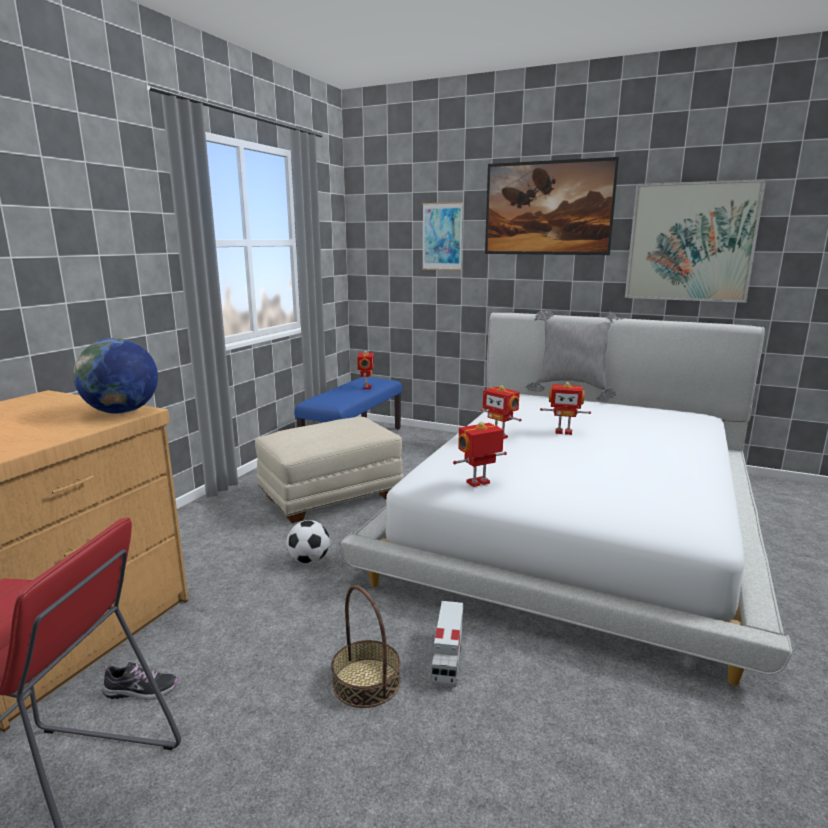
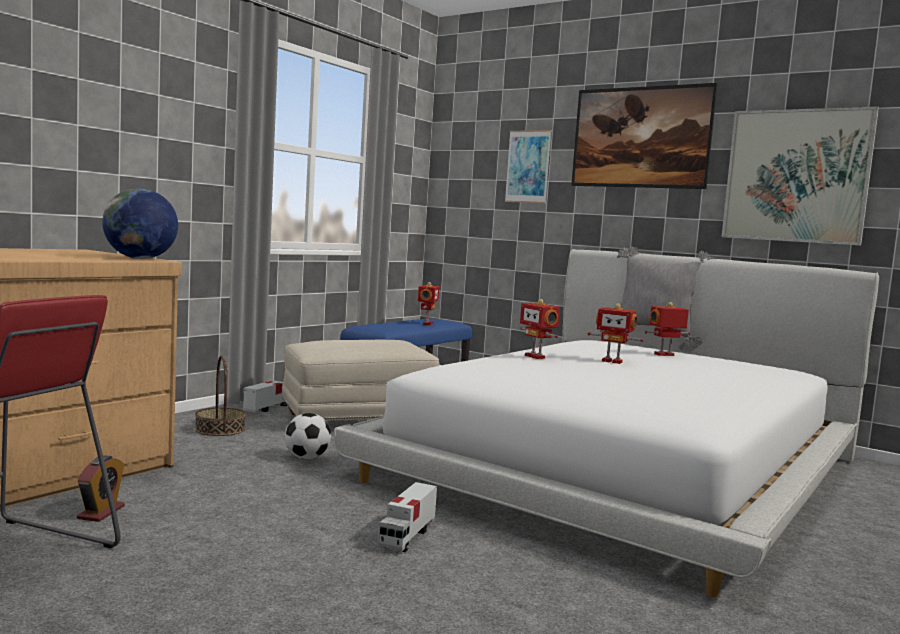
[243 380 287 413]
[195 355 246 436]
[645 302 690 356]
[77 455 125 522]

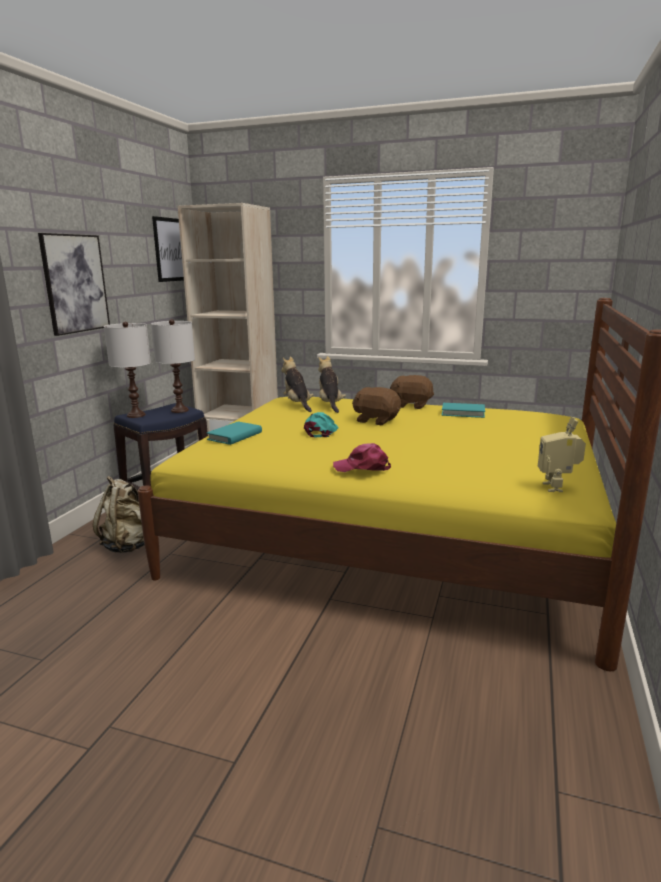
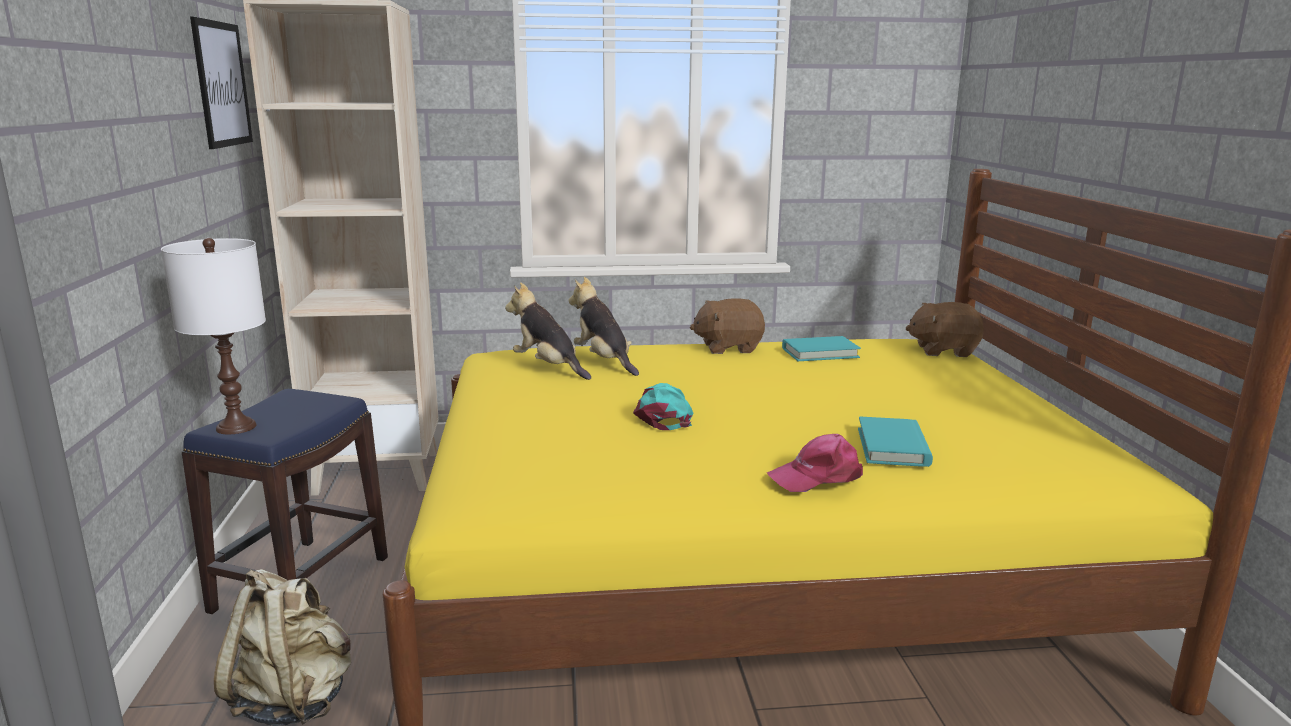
[38 233 110 336] (first image)
[151 319 195 413] (first image)
[538 417 586 492] (first image)
[858 417 933 467]
[905 302 984 357]

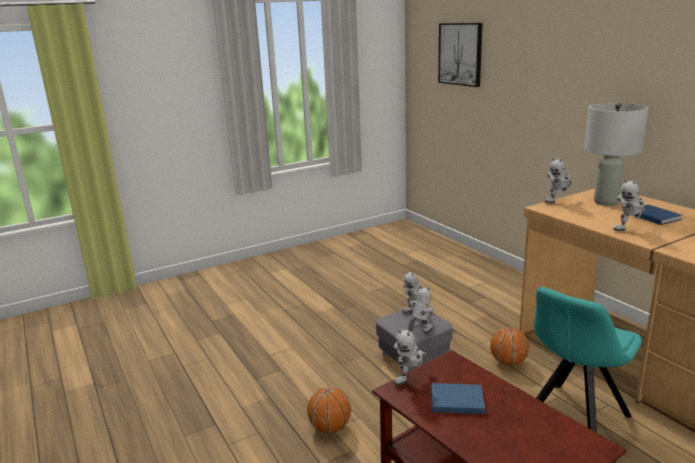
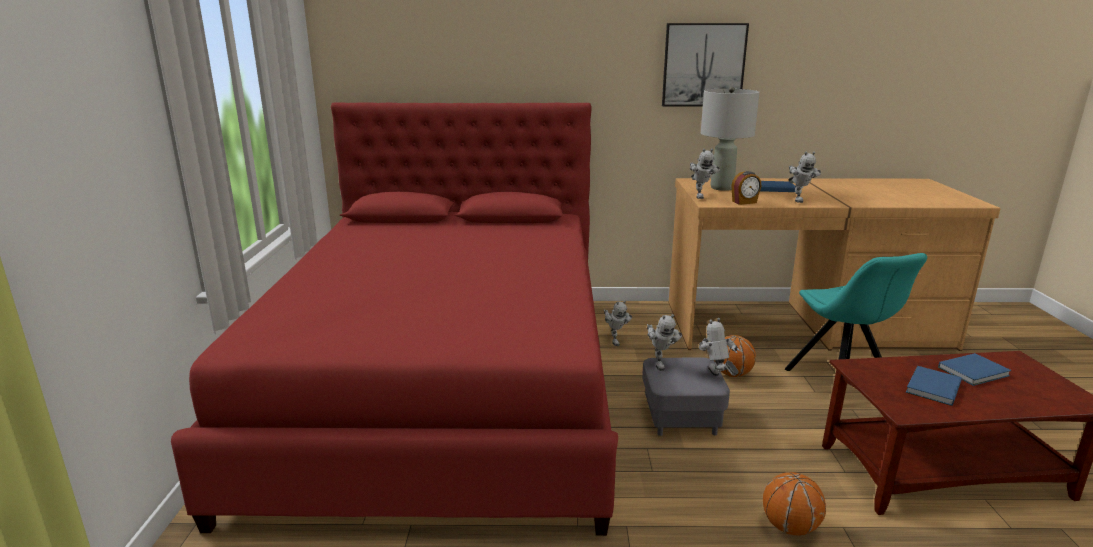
[171 102 618 536]
[731 171 761 205]
[938 353 1011 386]
[604 300 632 346]
[662 23 749 106]

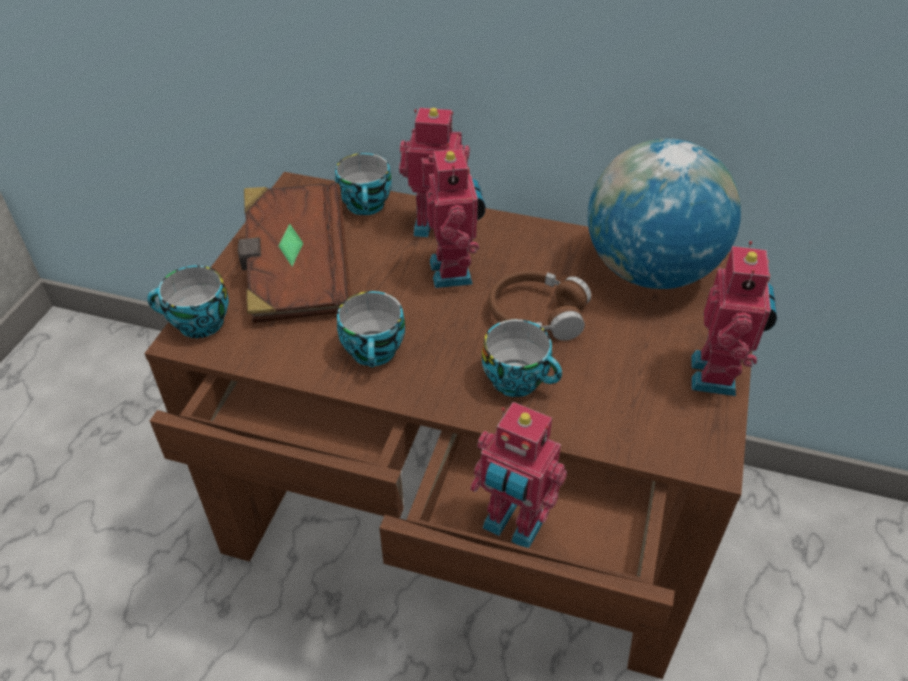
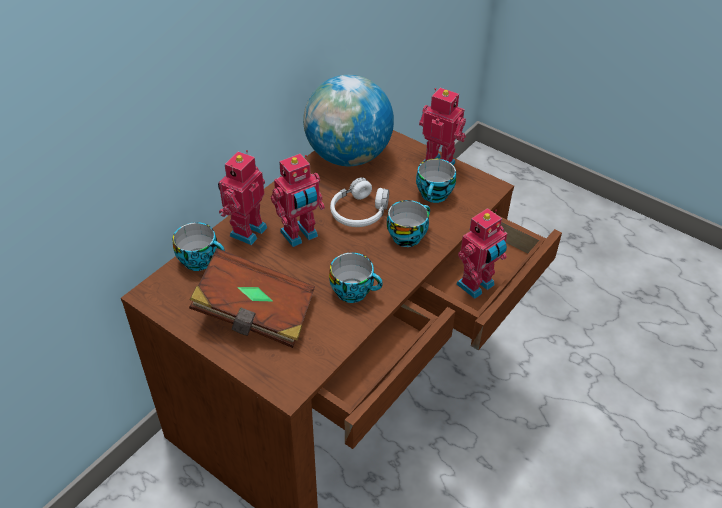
[416 159 456 203]
[330 177 389 227]
[271 154 325 247]

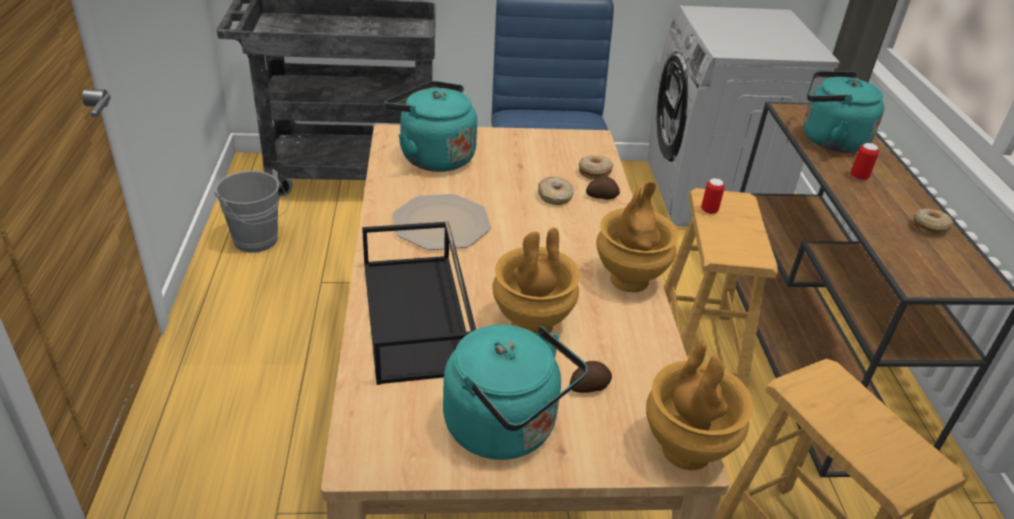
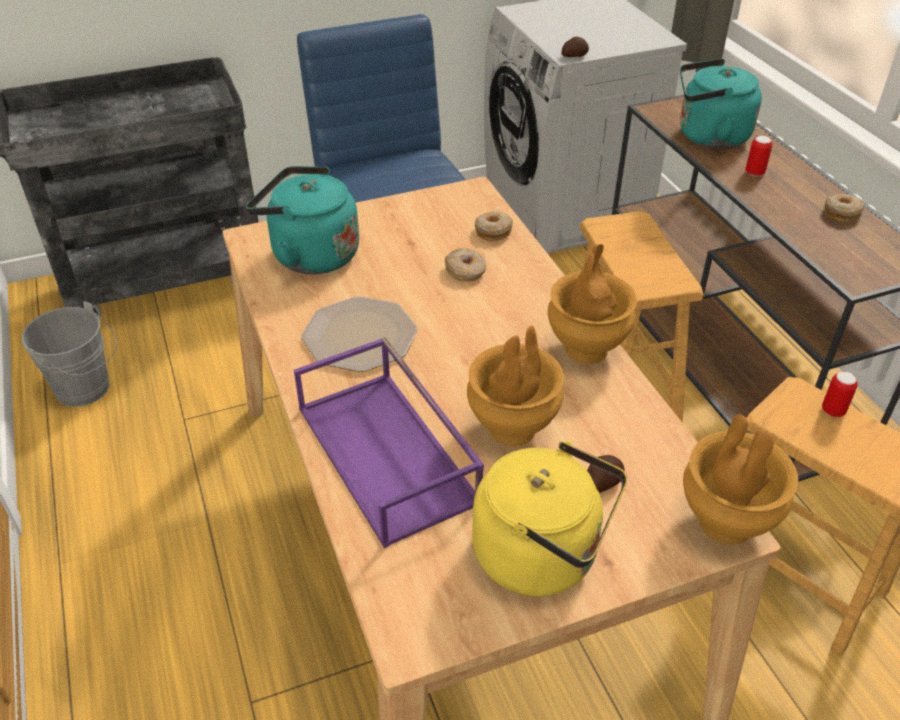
[561 37 589 57]
[822 371 858 417]
[294 337 484 548]
[472 441 627 596]

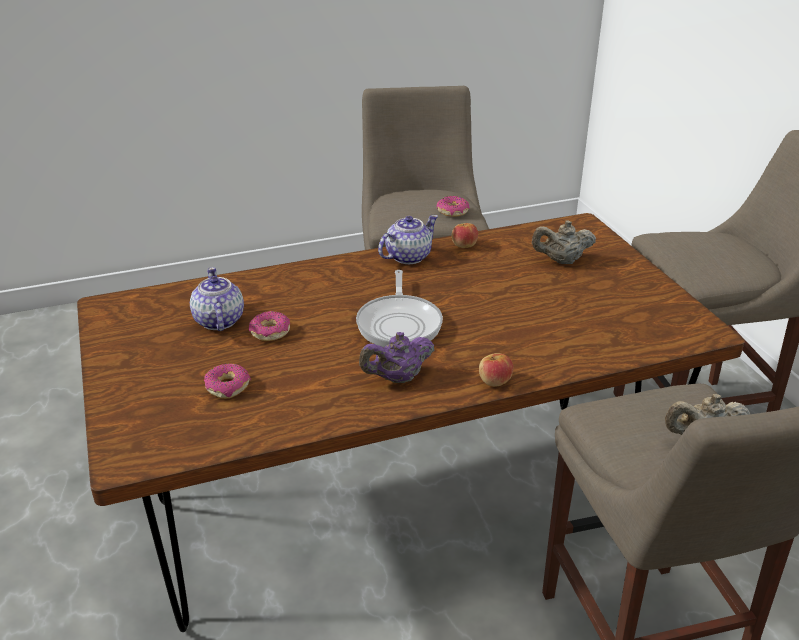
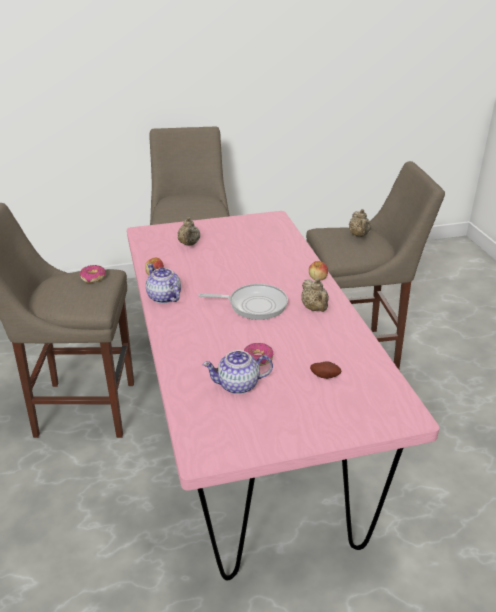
[310 361 341 379]
[127 211 440 580]
[301 278 329 312]

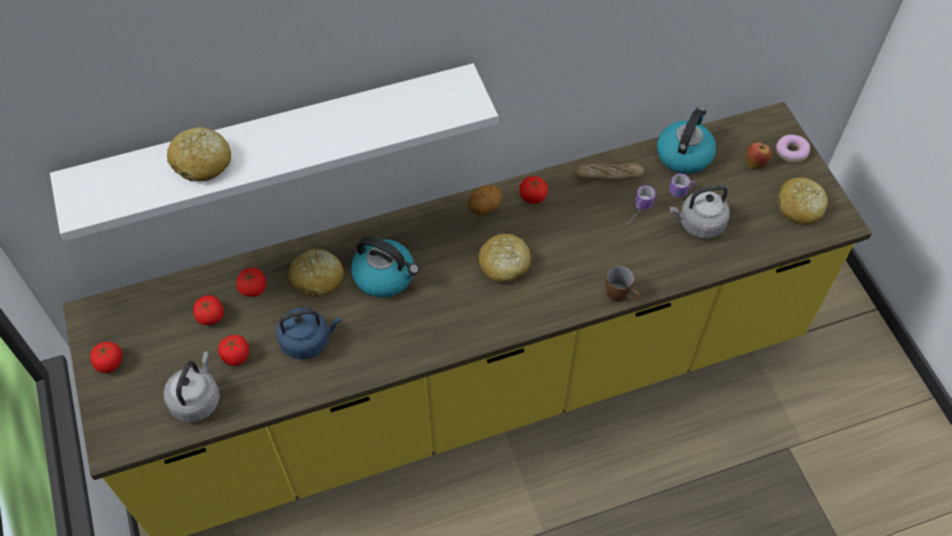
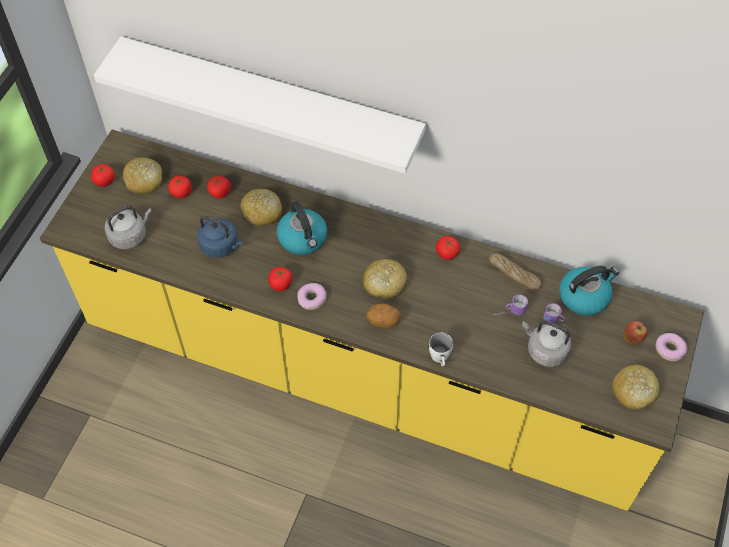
[297 283 326 310]
[123 157 162 194]
[268 267 292 291]
[366 303 401 328]
[429 333 453 366]

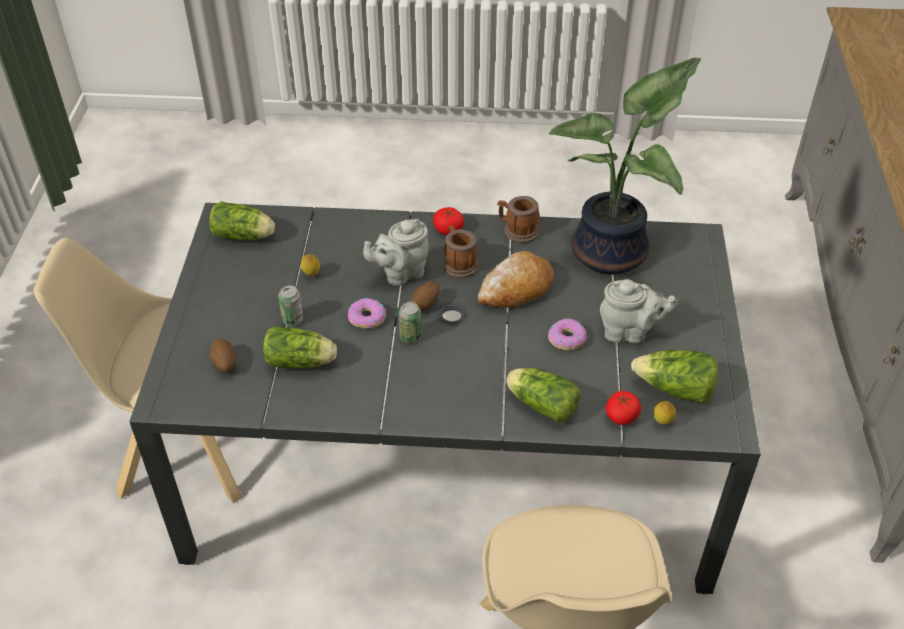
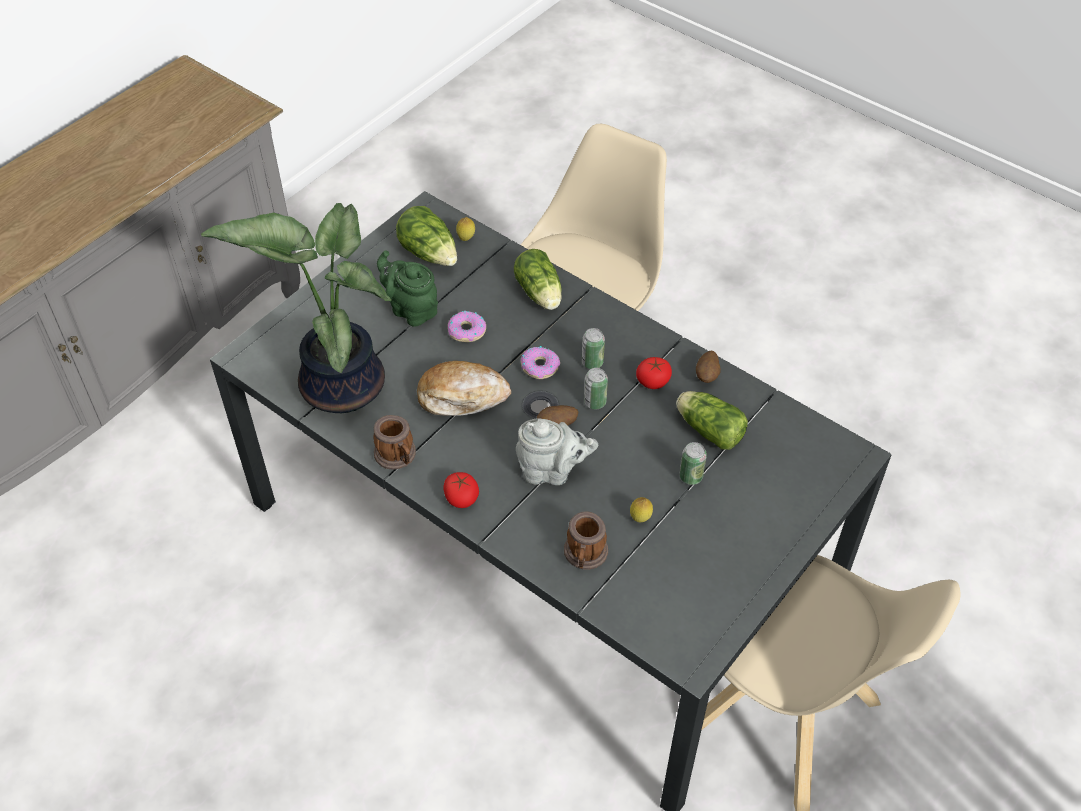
[209 201 275 240] (first image)
[582 328 605 369]
[696 351 721 383]
[521 346 560 379]
[564 511 608 569]
[636 357 672 389]
[377 250 438 326]

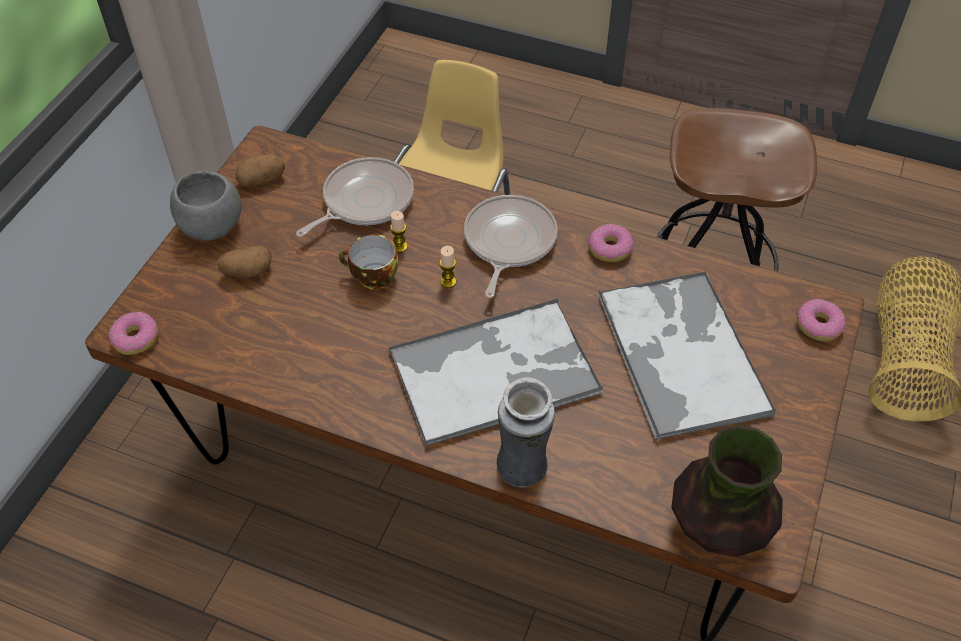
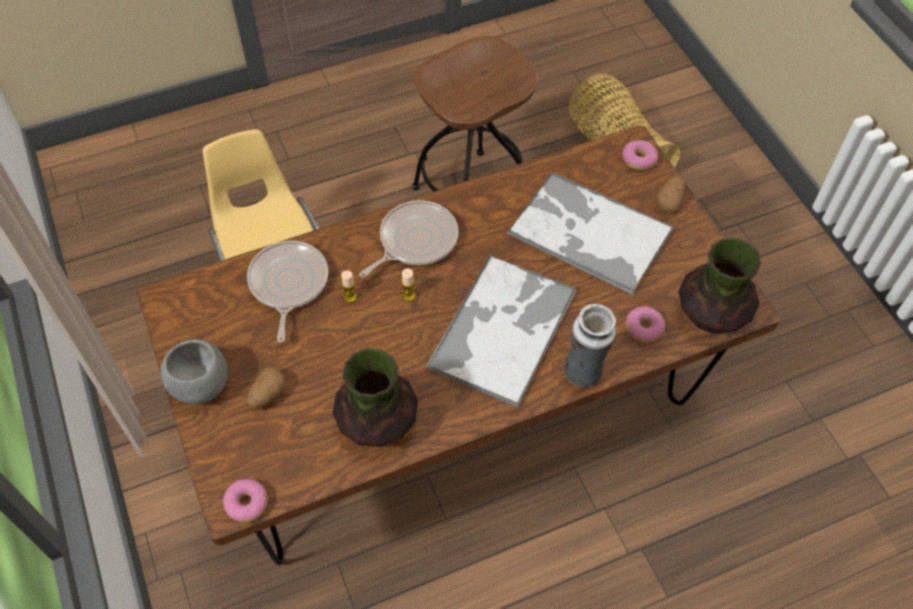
[339 234 398 290] (first image)
[333 348 418 447]
[656 176 686 214]
[626 306 665 343]
[359 200 459 278]

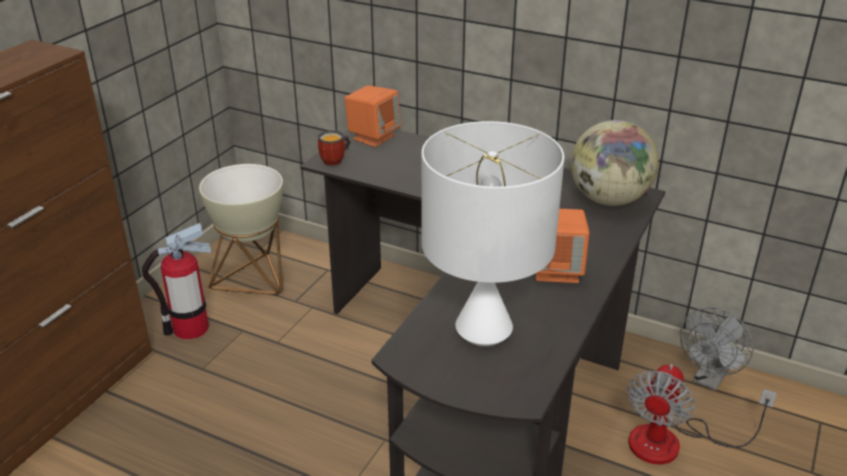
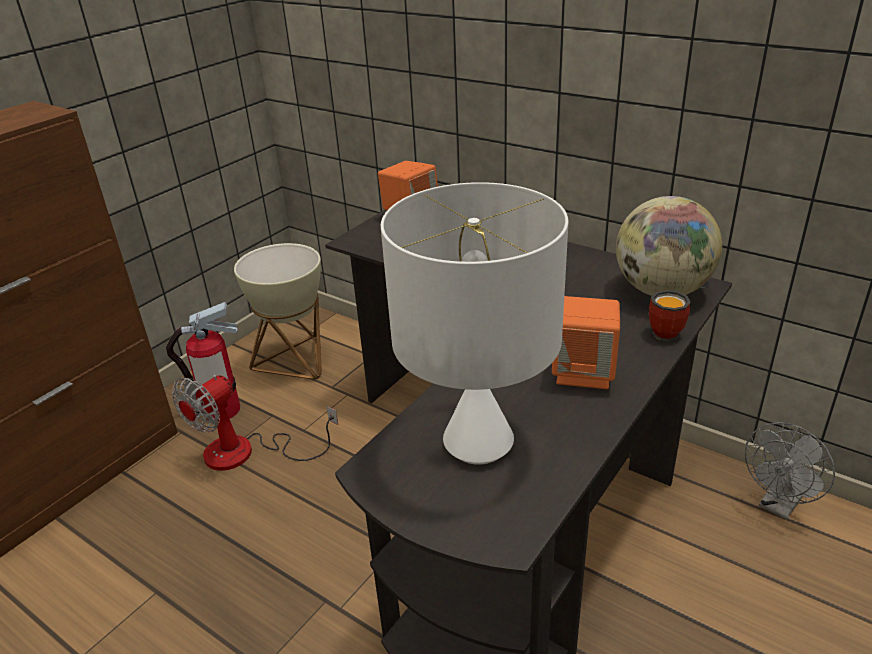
[649 290 691 342]
[172 375 338 471]

